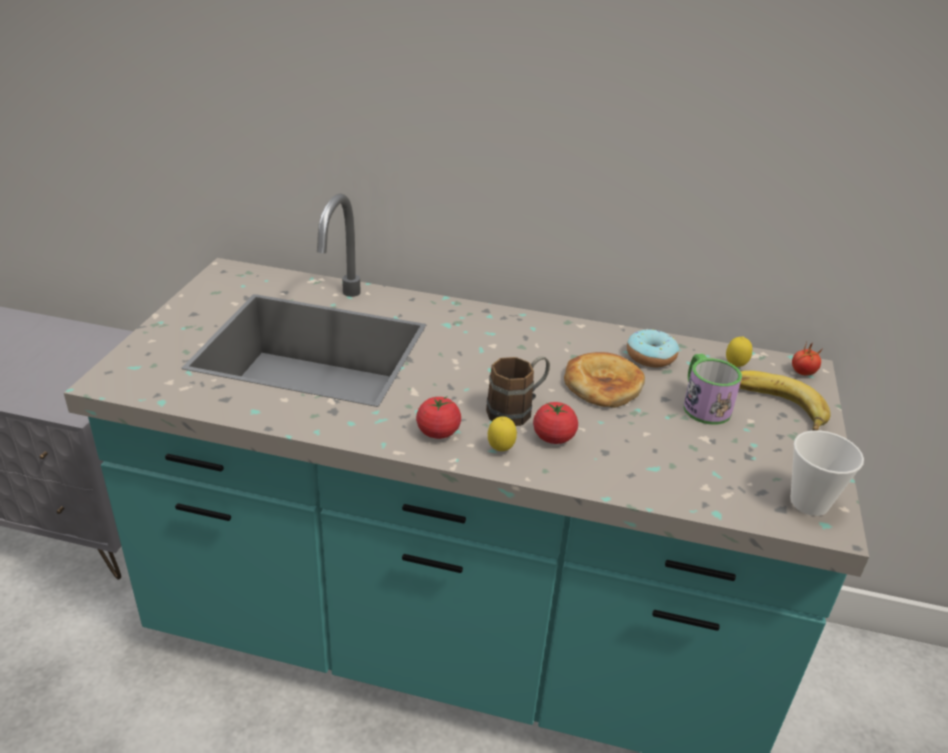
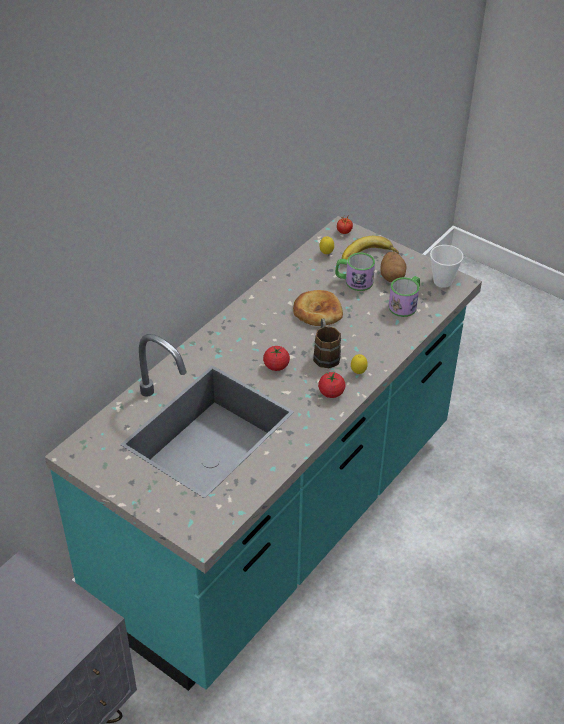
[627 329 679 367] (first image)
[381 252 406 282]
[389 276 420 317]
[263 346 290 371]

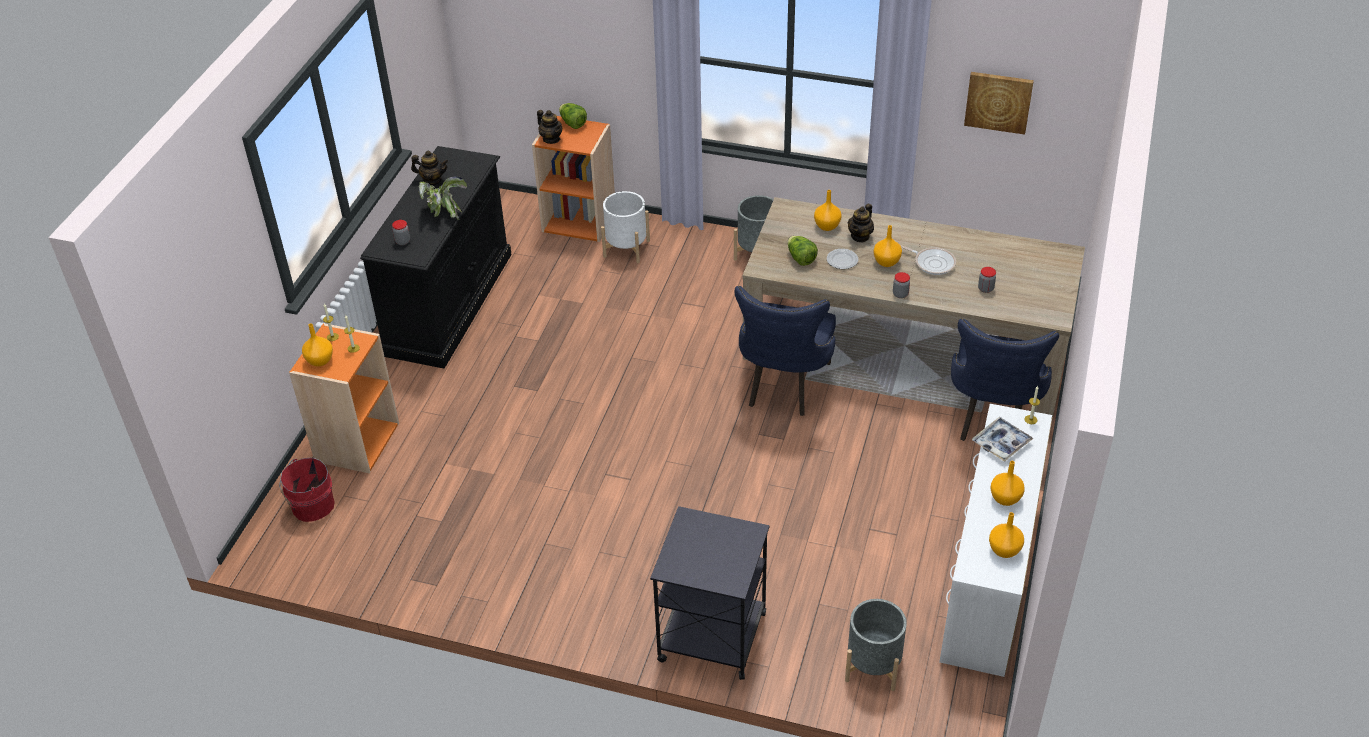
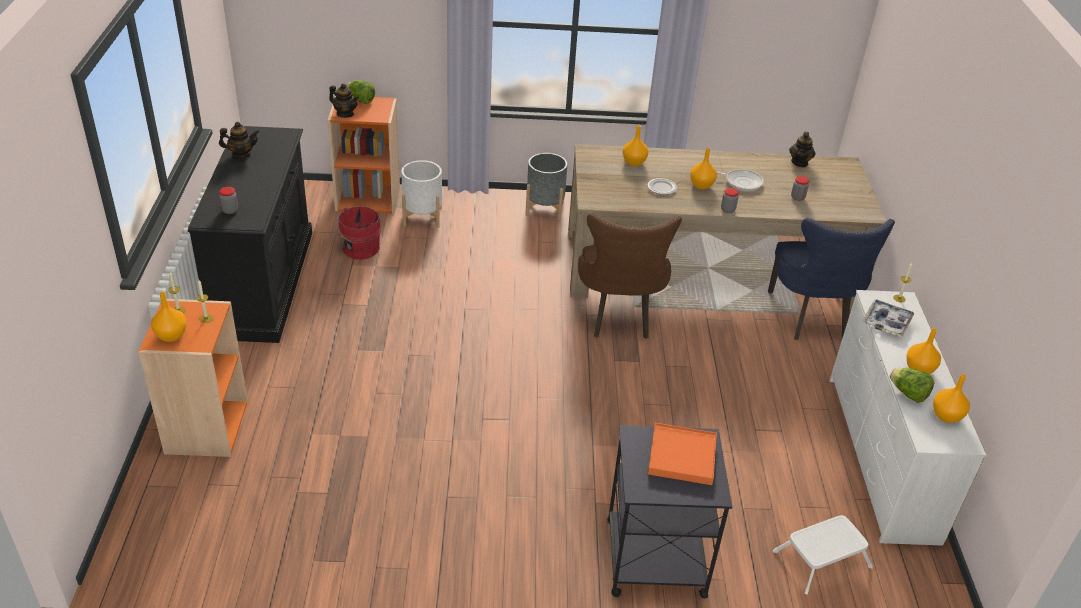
[418 176 467 220] (first image)
[964 72 1034 135] (first image)
[648 423 717 485]
[335 206 381 260]
[890 368 934 403]
[789 131 815 167]
[773 515 873 595]
[578 213 682 339]

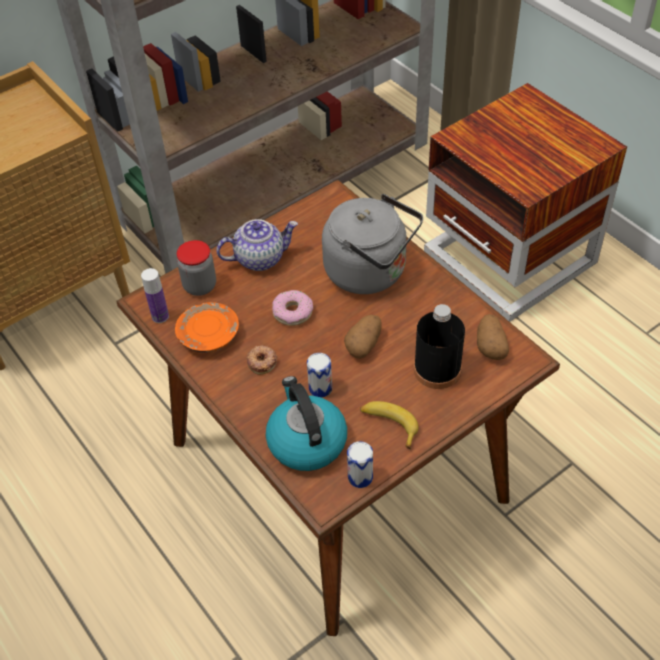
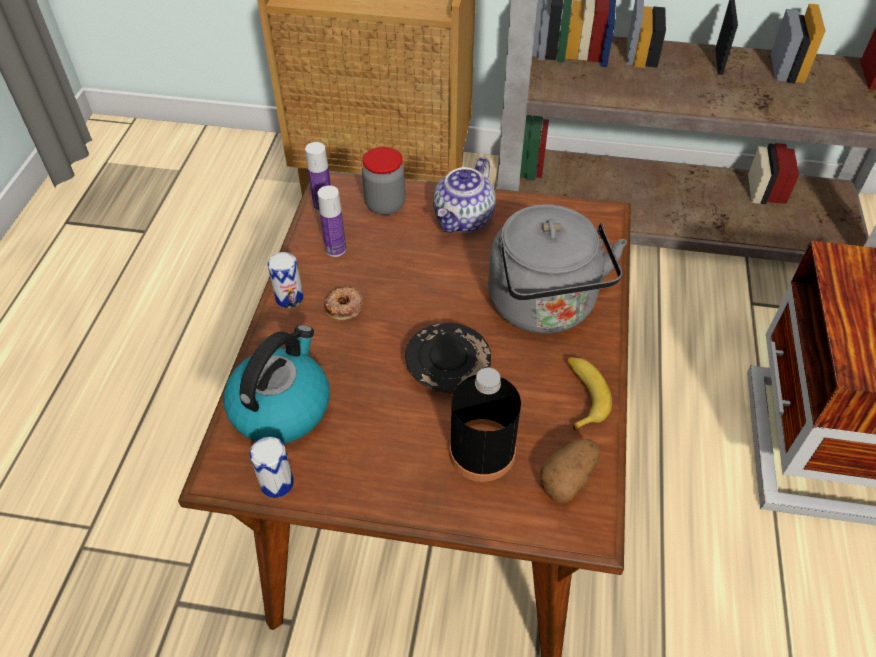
[272 290 313 326] (first image)
[267 252 303 308]
[567 357 612 431]
[318 185 346 257]
[405 323 491 393]
[433 157 496 232]

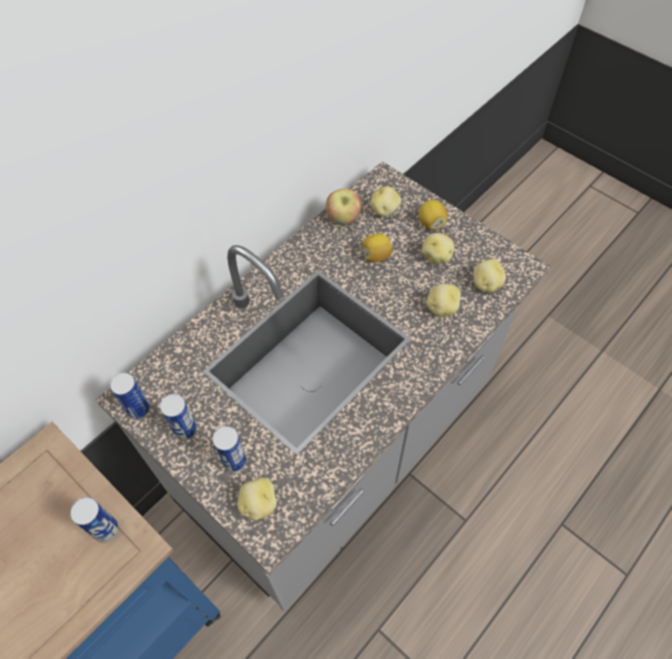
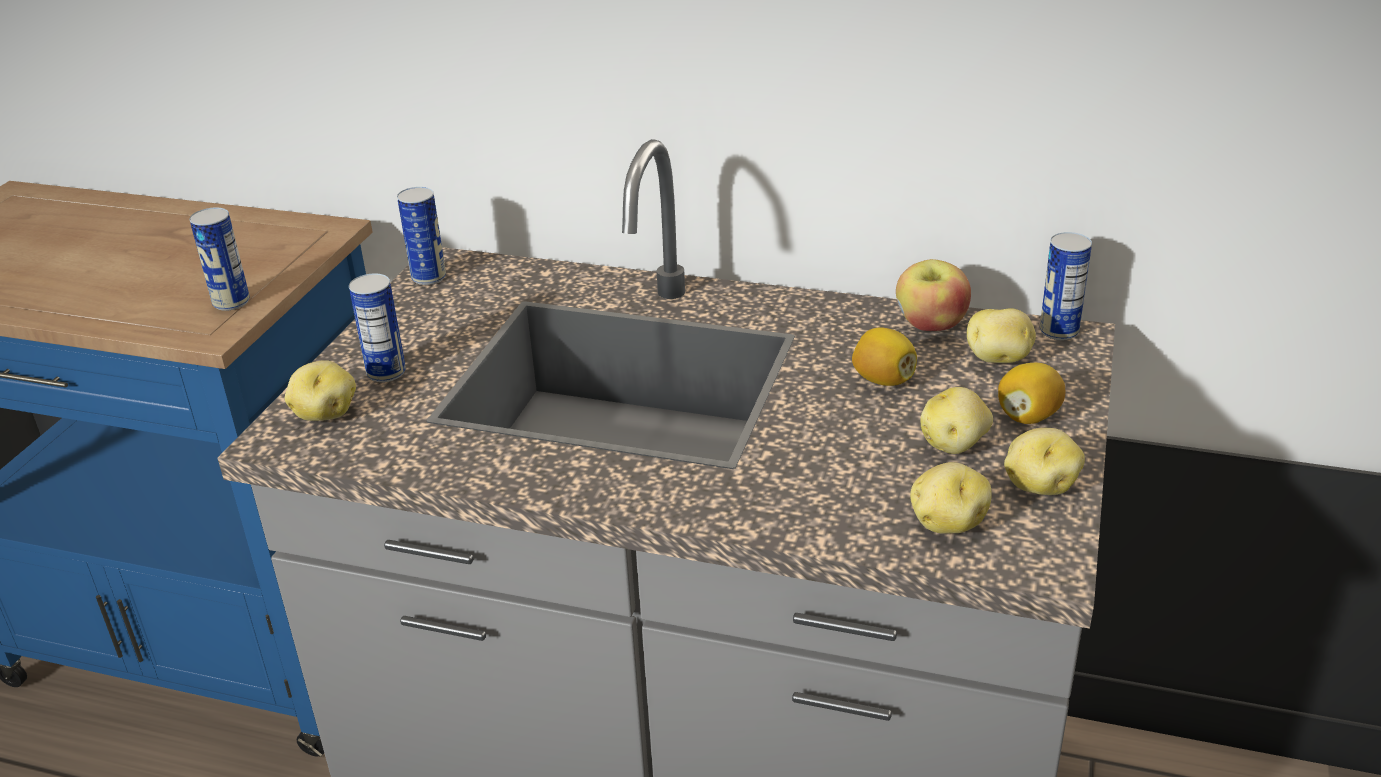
[1040 232 1092 340]
[1004 428 1085 495]

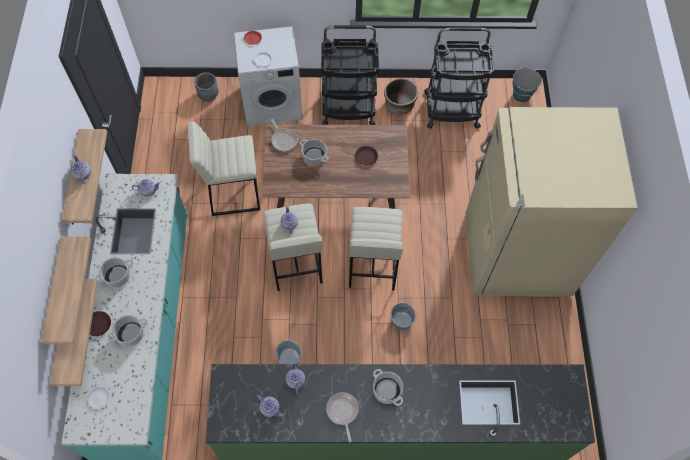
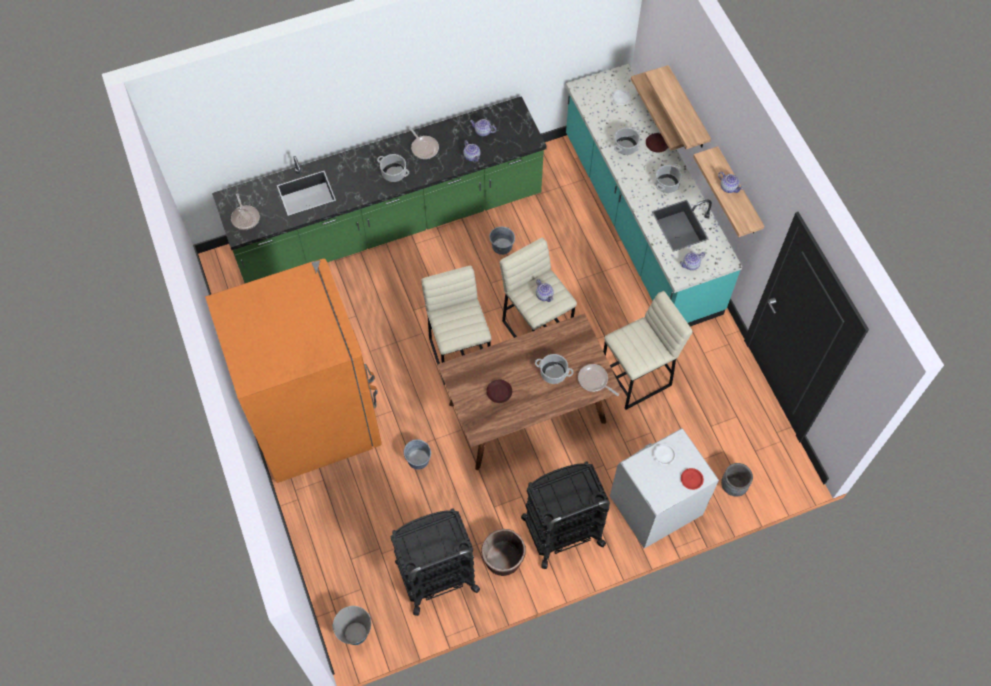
[231 193 260 230]
[404 439 431 470]
[205 259 382 483]

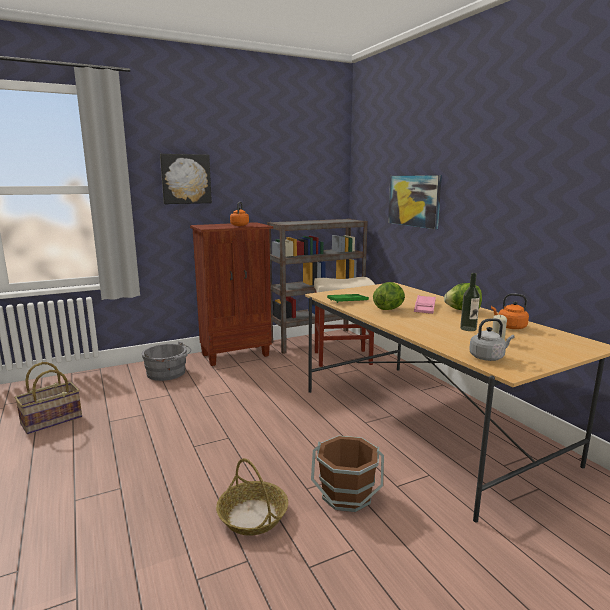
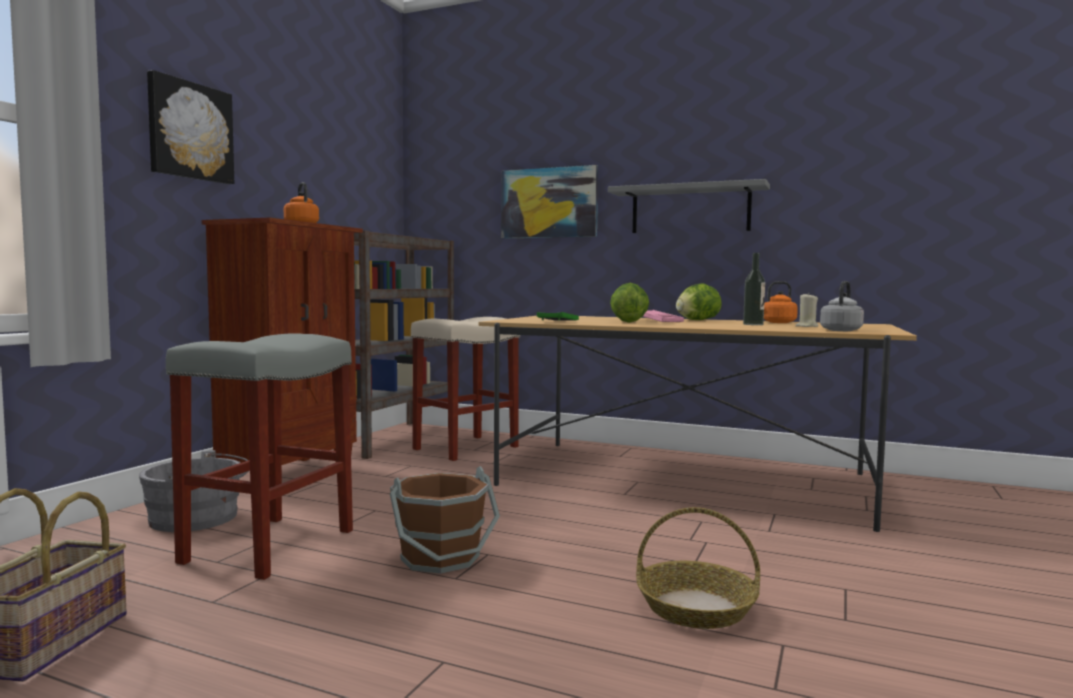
[166 333 353 580]
[608 179 770 233]
[390 466 500 574]

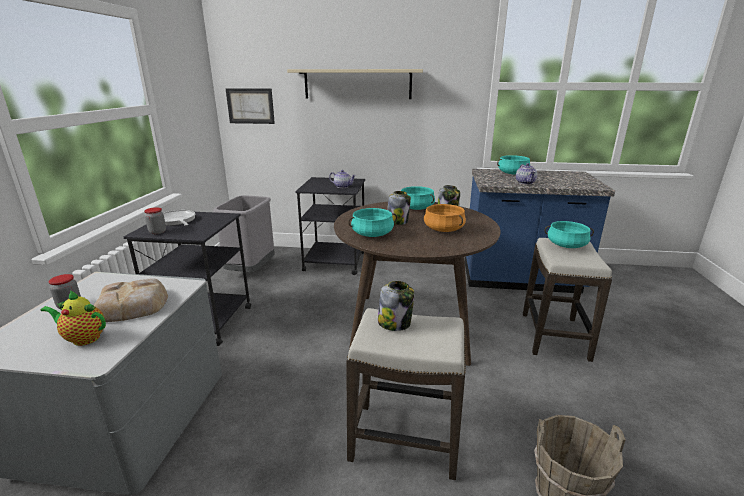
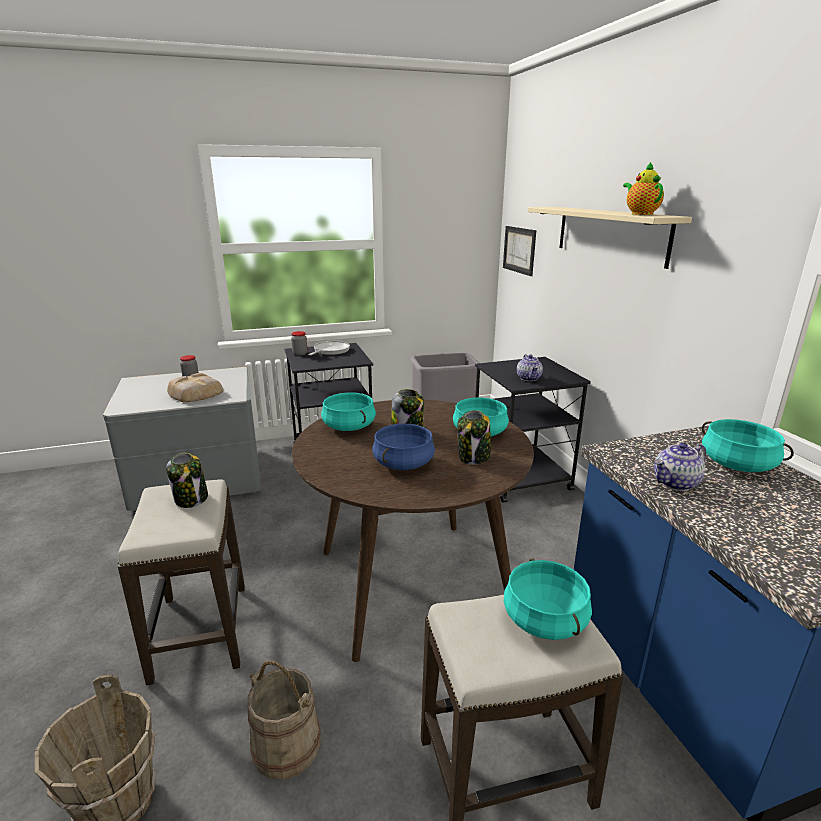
[247 660 321 780]
[623 162 664 215]
[372 423 435 470]

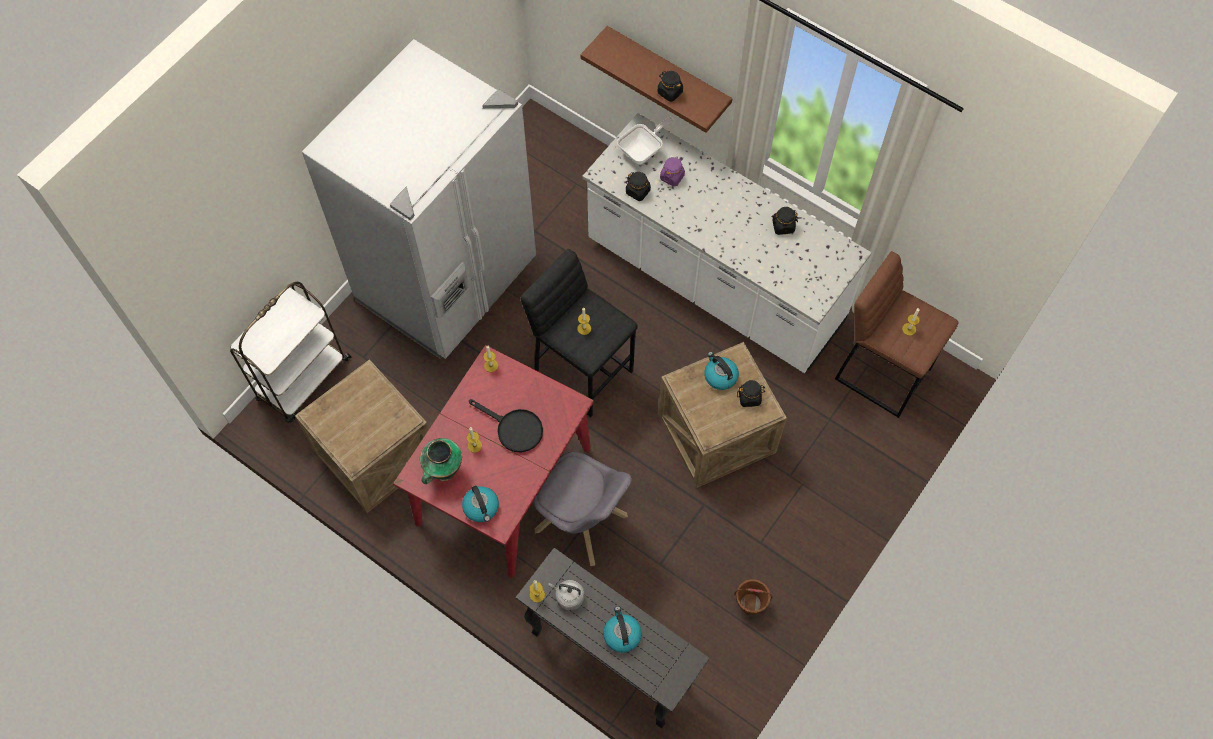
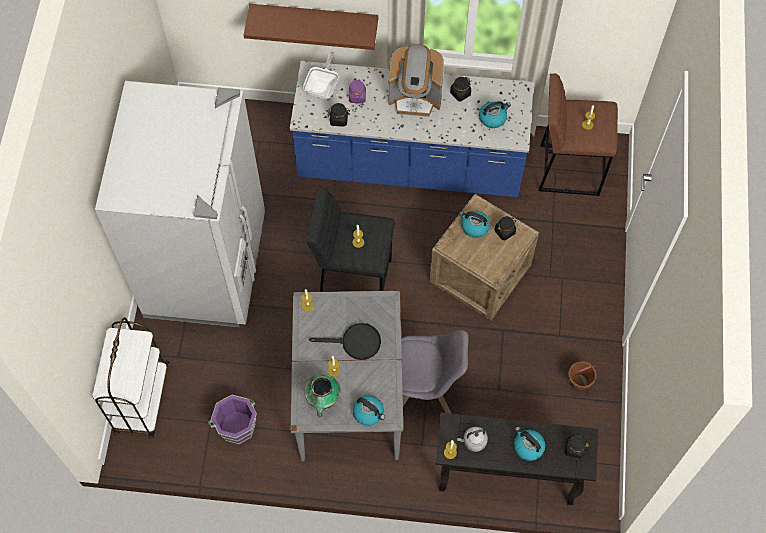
[388 44 444 117]
[479 101 511 128]
[564 435 589 459]
[208 395 257 444]
[291 291 403 461]
[290 61 534 197]

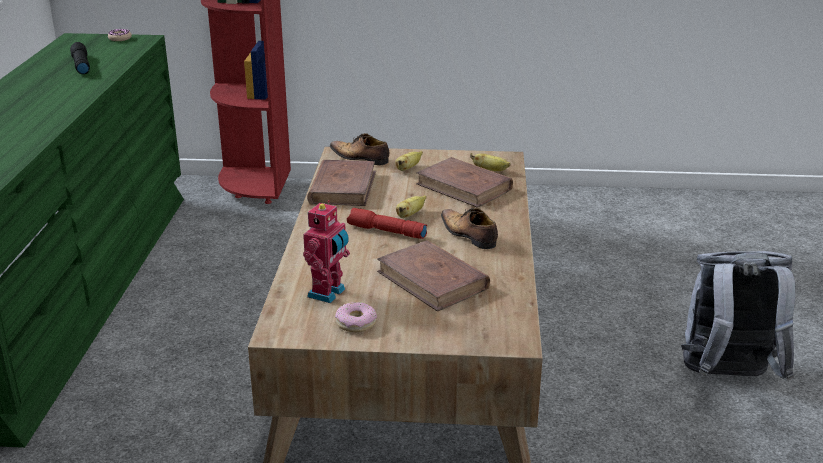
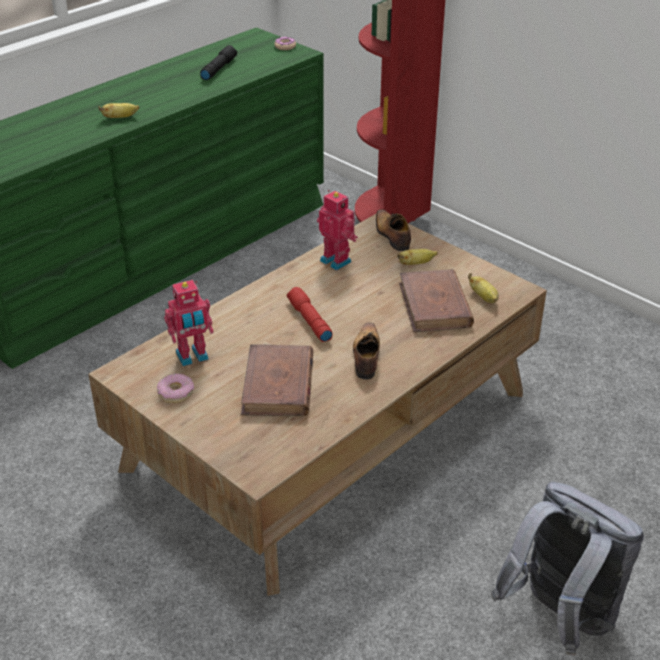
[98 103 139 118]
[317 190 358 270]

